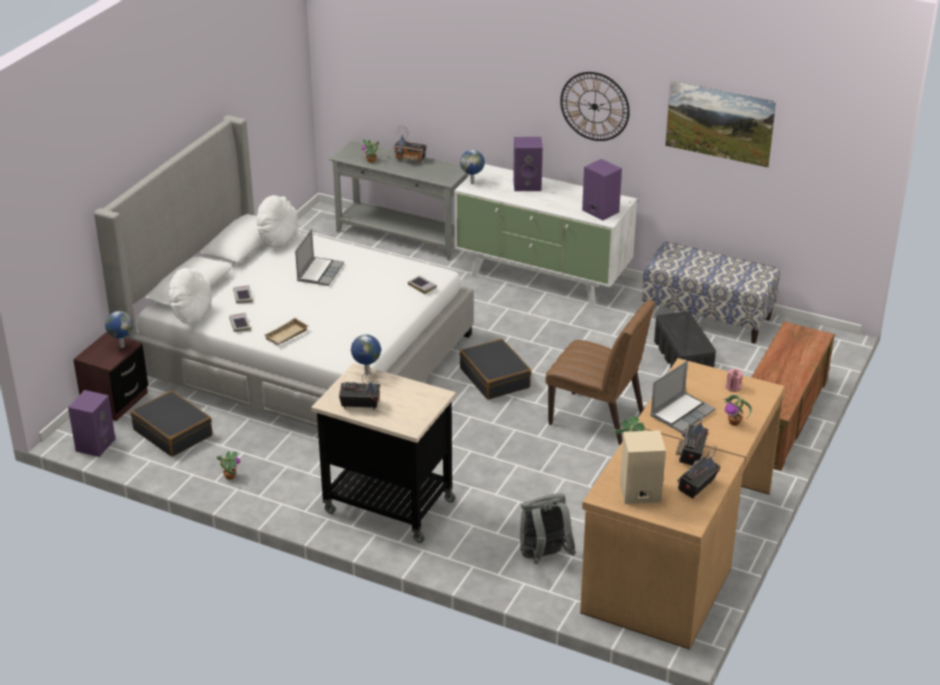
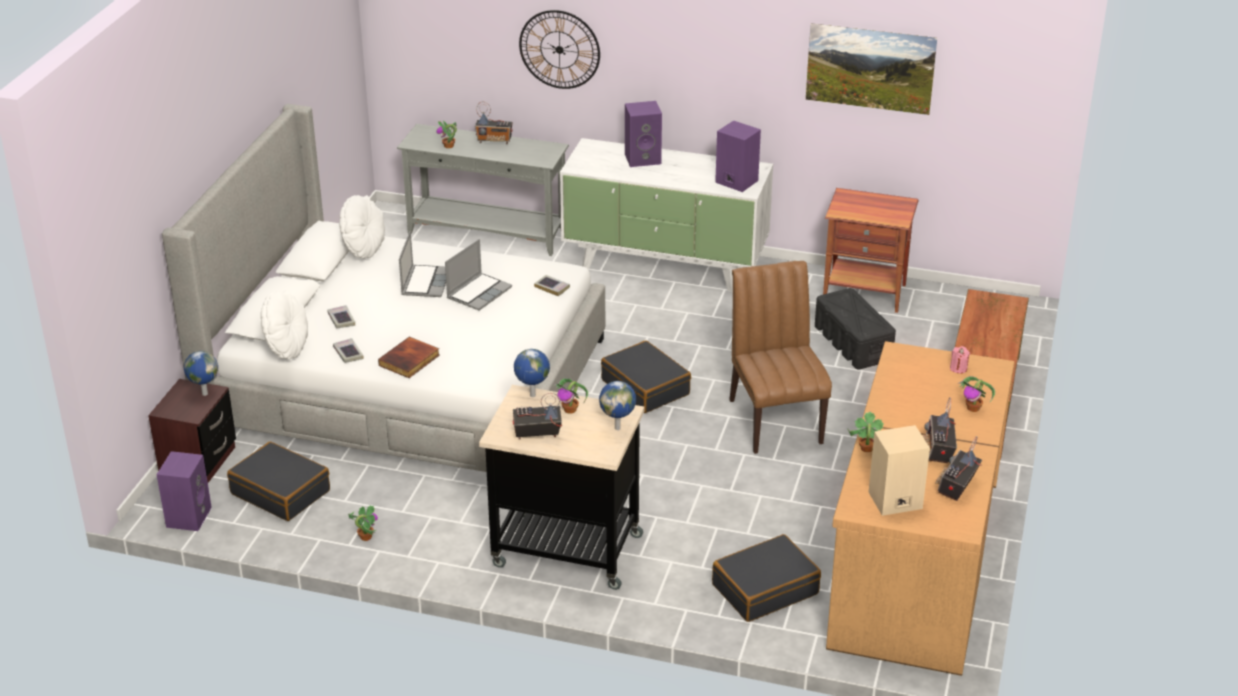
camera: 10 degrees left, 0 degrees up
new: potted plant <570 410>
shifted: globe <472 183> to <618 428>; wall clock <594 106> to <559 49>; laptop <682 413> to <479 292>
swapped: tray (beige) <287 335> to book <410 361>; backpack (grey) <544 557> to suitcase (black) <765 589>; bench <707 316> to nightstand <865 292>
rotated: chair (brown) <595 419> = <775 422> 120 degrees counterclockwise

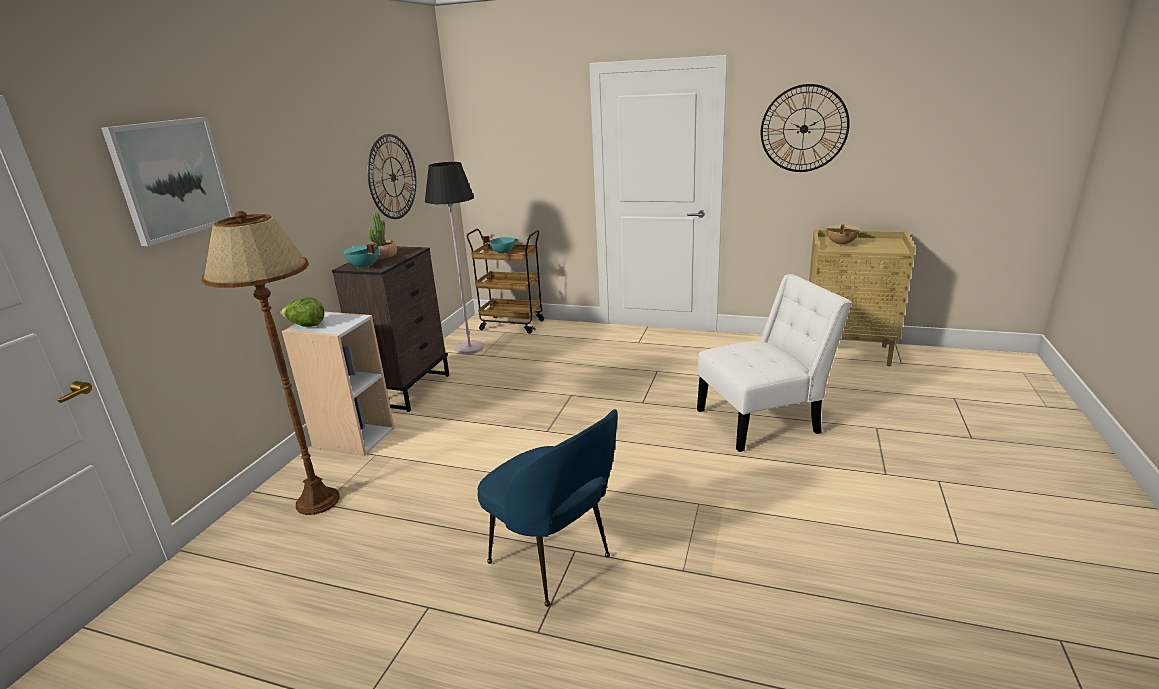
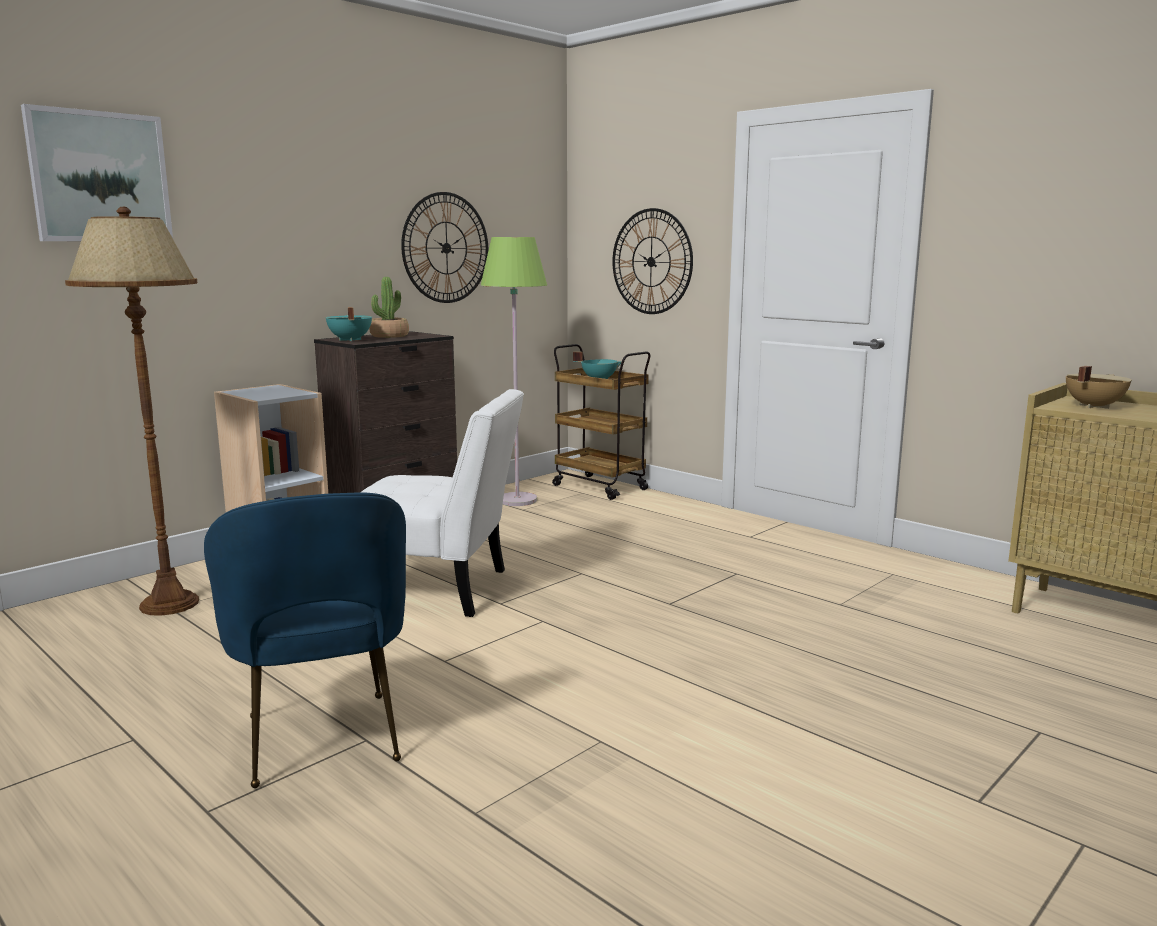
camera: 25 degrees right, 10 degrees down
gone: lettuce <306 326>
shifted: chair (white) <763 420> to <438 590>; wall clock <804 129> to <651 261>
repainted: floor lamp (black) <469 348> to floor lamp (green) <517 500>

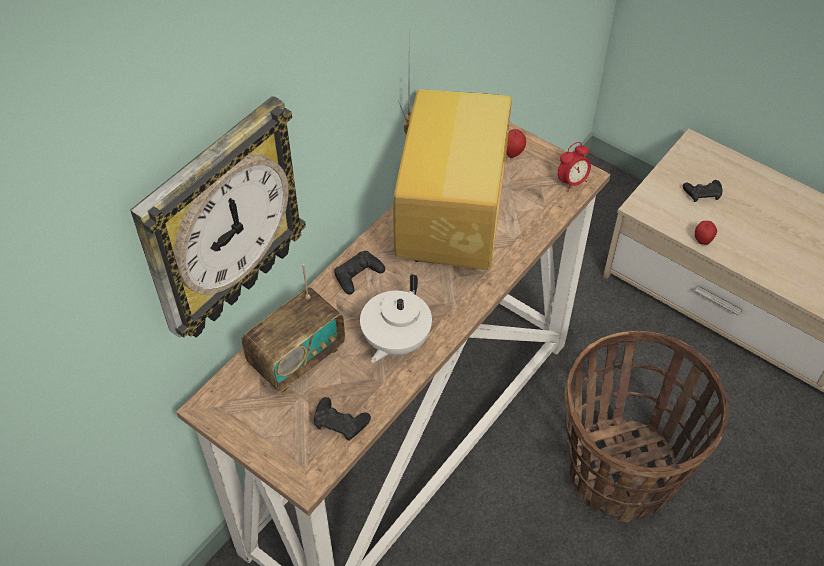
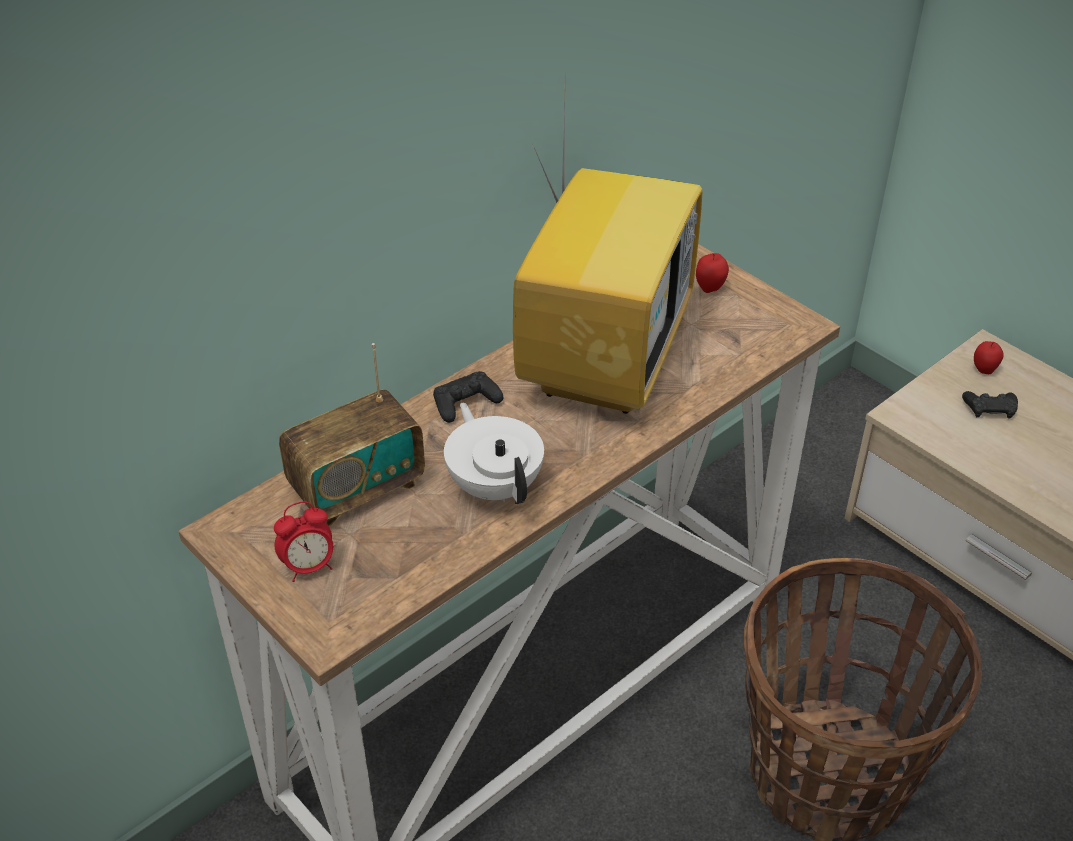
camera: 10 degrees right, 10 degrees down
gone: wall clock <220 223>; game controller (black) <340 422>
shifted: alarm clock <572 182> to <309 567>; apple <702 240> to <984 369>
rotated: teapot (white) <395 341> = <495 485> 120 degrees clockwise

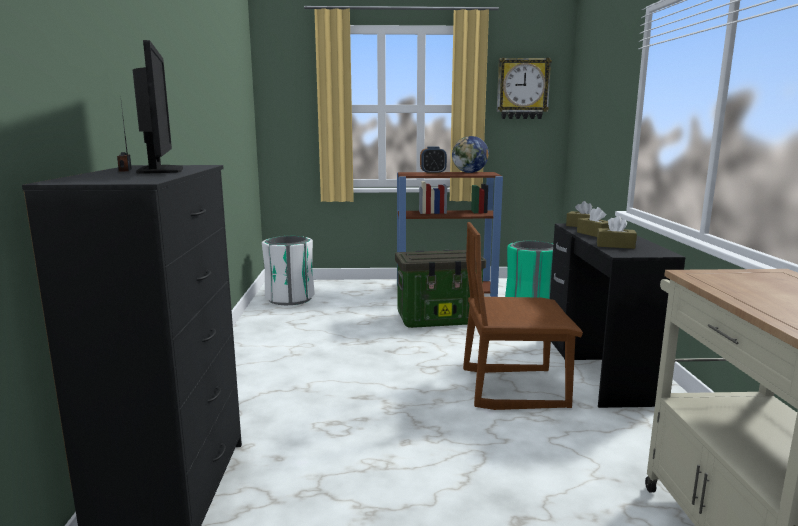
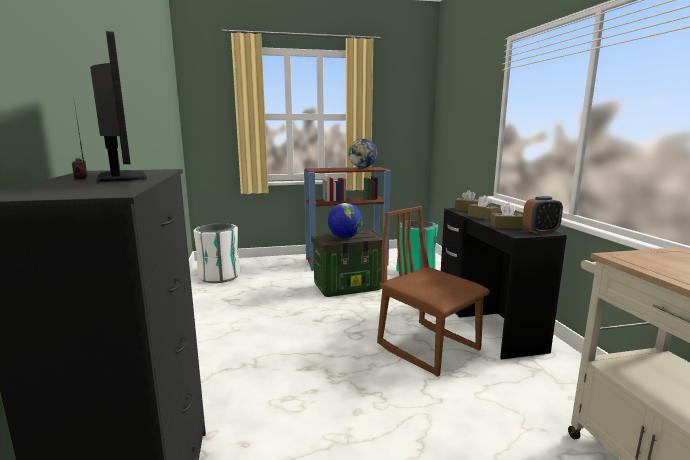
camera: 10 degrees left, 0 degrees up
gone: wall clock <522 89>
new: globe <345 237>
shifted: alarm clock <433 173> to <540 231>
rotated: chair (brown) <513 388> = <429 347> 60 degrees clockwise

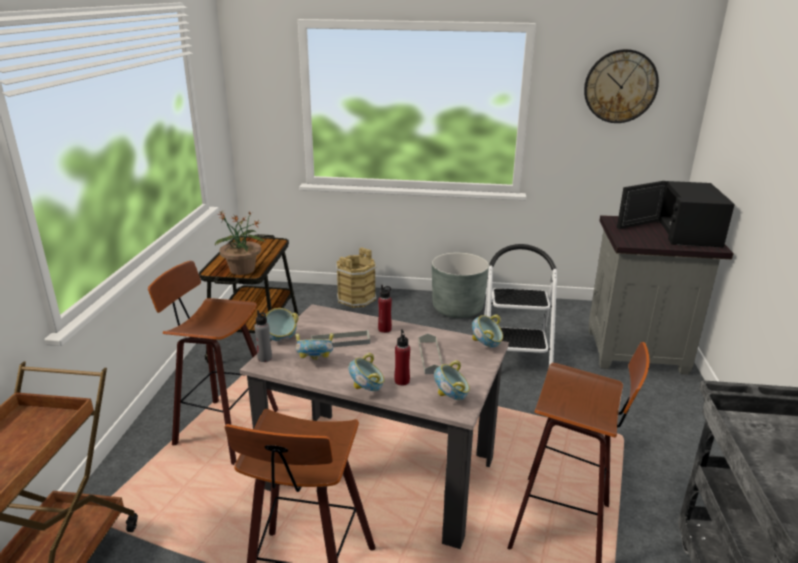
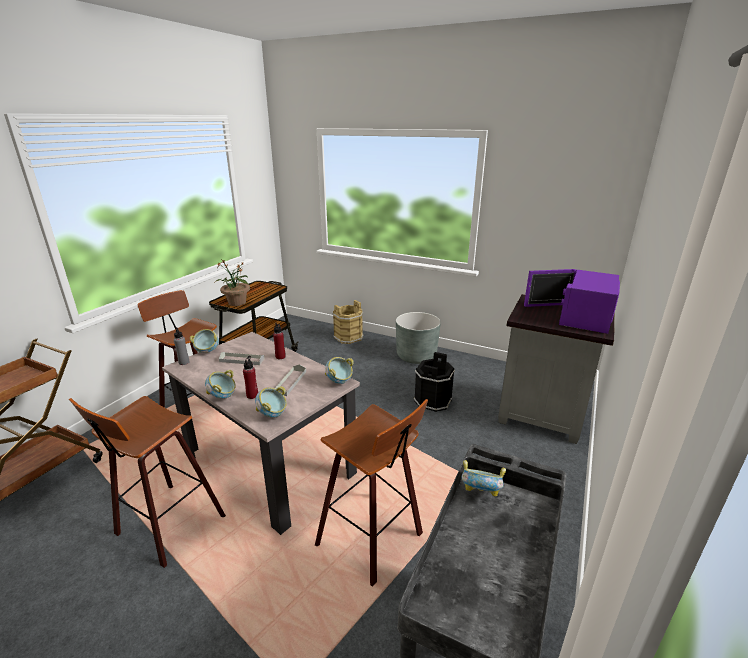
camera: 20 degrees right, 0 degrees up
gone: wall clock <620 86>
shifted: bowl <315 361> to <480 493>
swapped: step ladder <515 358> to bucket (black) <433 400>
repainted: microwave (black) <683 233> to microwave (purple) <582 317>

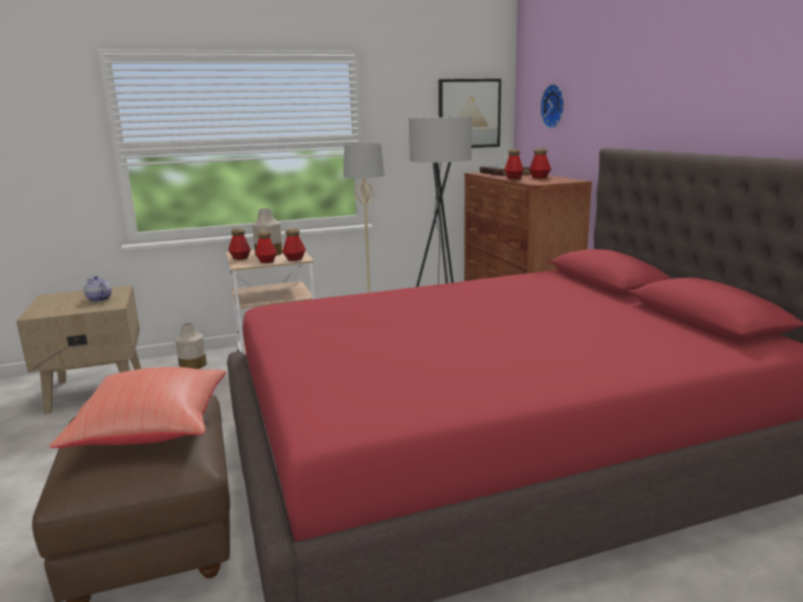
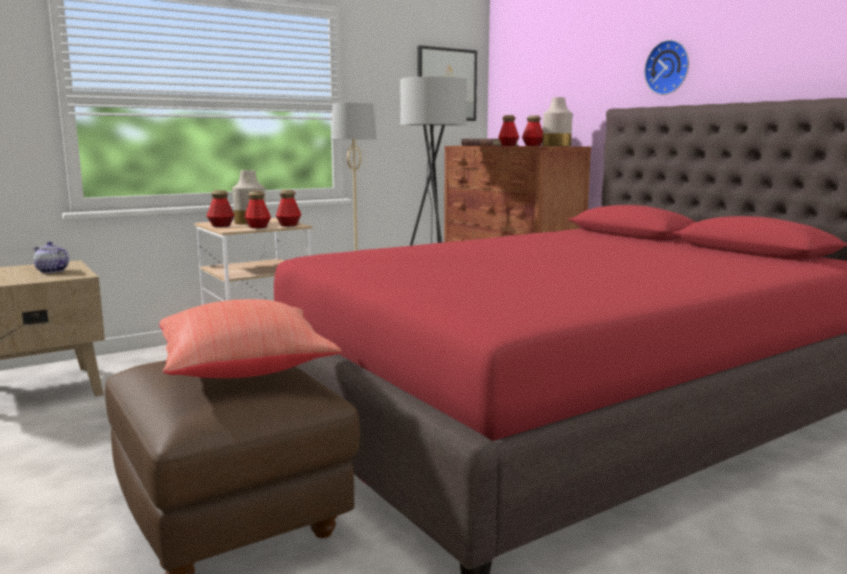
camera: 15 degrees left, 5 degrees down
shifted: vase (beige) <192 365> to <556 146>; wall clock <555 106> to <668 67>

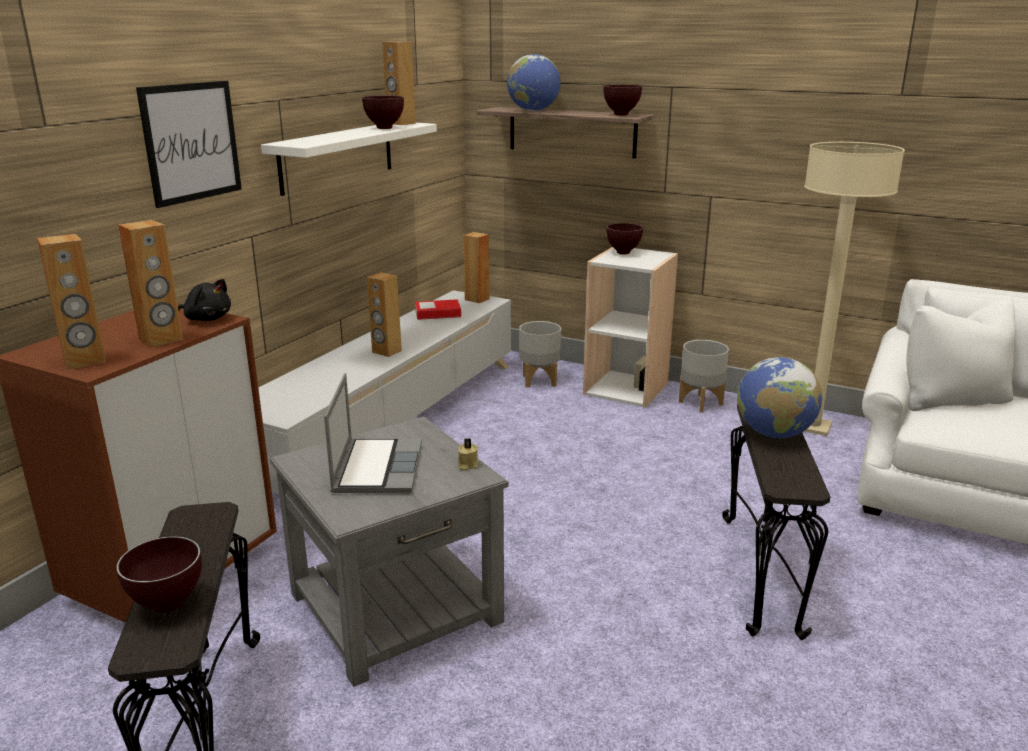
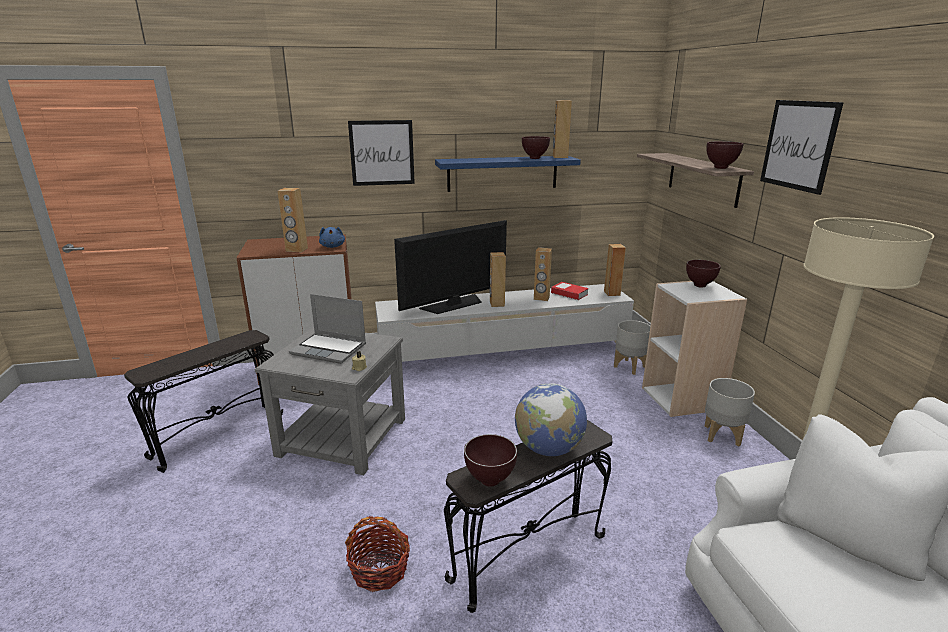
camera: 50 degrees right, 0 degrees up
gone: globe <533 110>
new: basket <380 569>; television <454 304>; picture <798 145>
shifted: speaker (brown) <85 361> to <541 298>; bowl (brown) <170 604> to <491 481>
repainted: plush toy (black) <207 318> to plush toy (blue) <332 246>; shelf (white) <337 156> to shelf (blue) <502 173>
rotated: laptop <376 467> = <330 349> 60 degrees clockwise

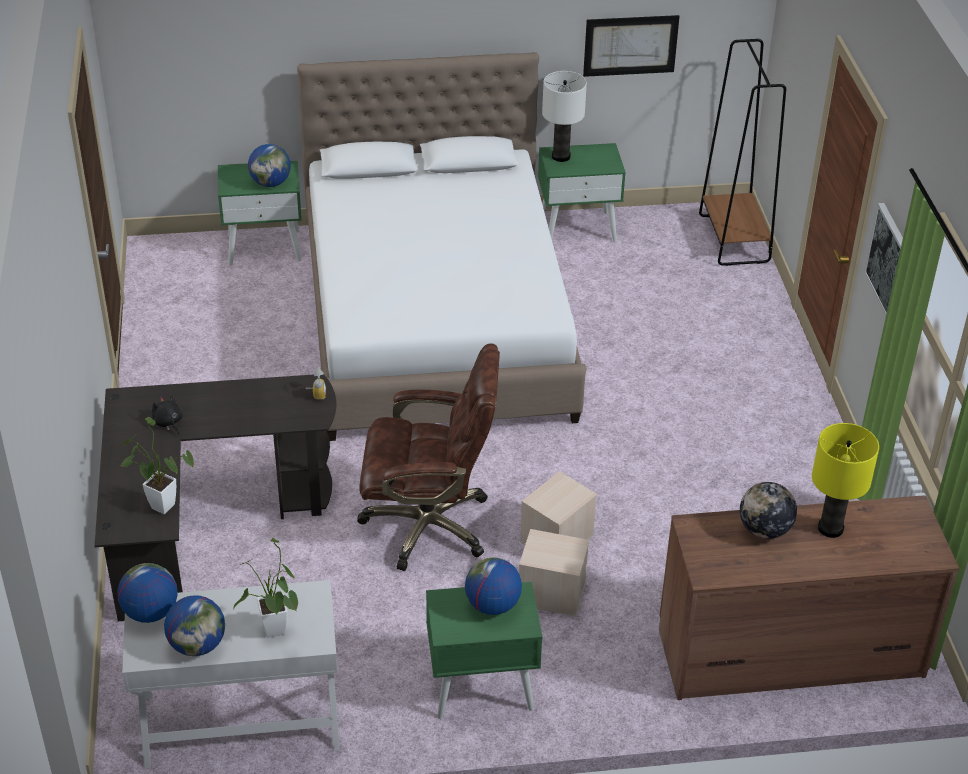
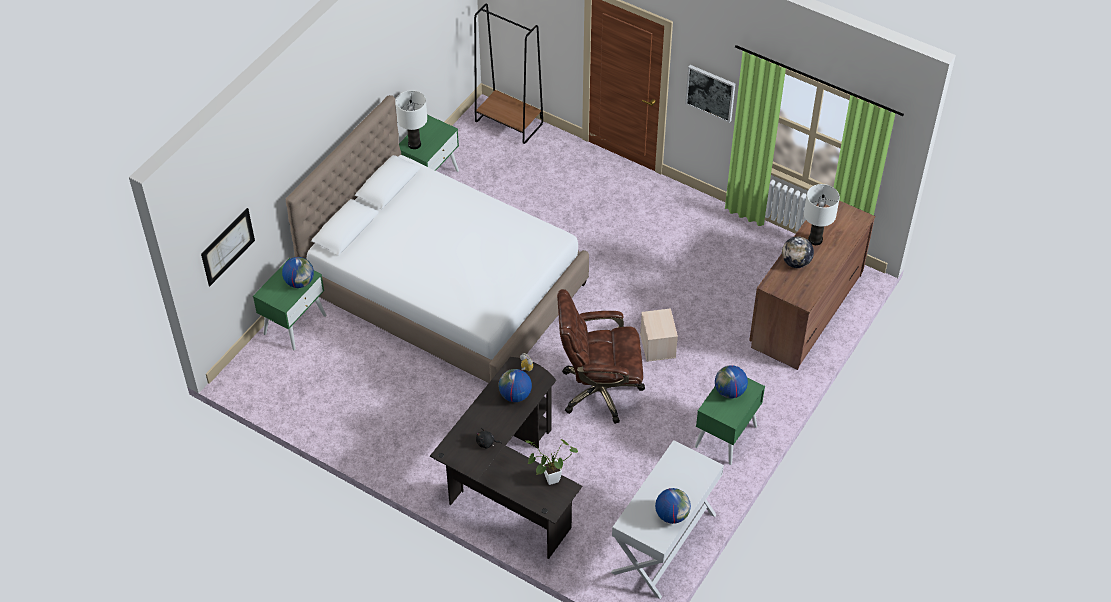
camera: 50 degrees left, 10 degrees up
gone: potted plant <275 634>; storage box (beige) <551 593>
shifted: globe <150 612> to <515 395>; picture <630 45> to <228 246>
repainted: table lamp (yellow) <830 528> to table lamp (white) <815 240>
rotated: office chair (brown) <427 524> = <600 390> 135 degrees counterclockwise

